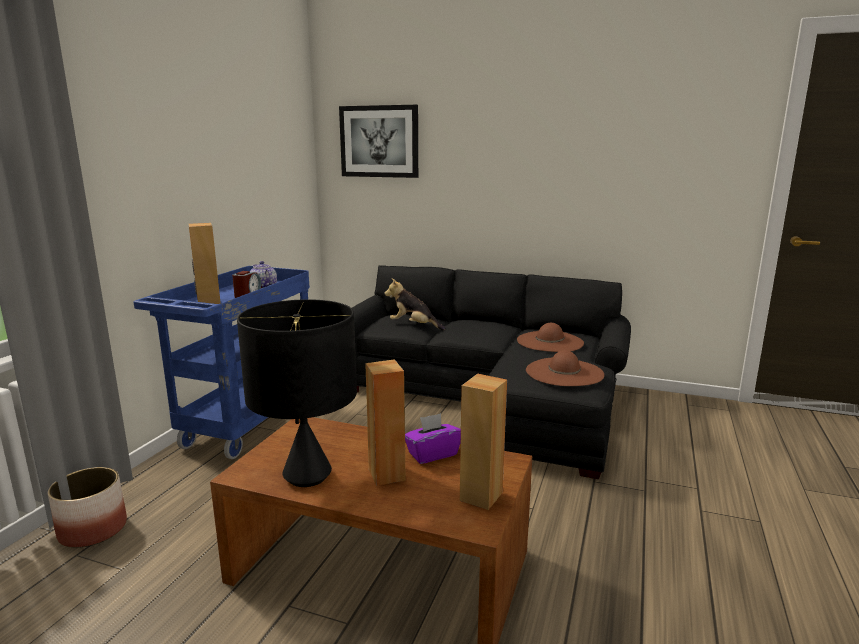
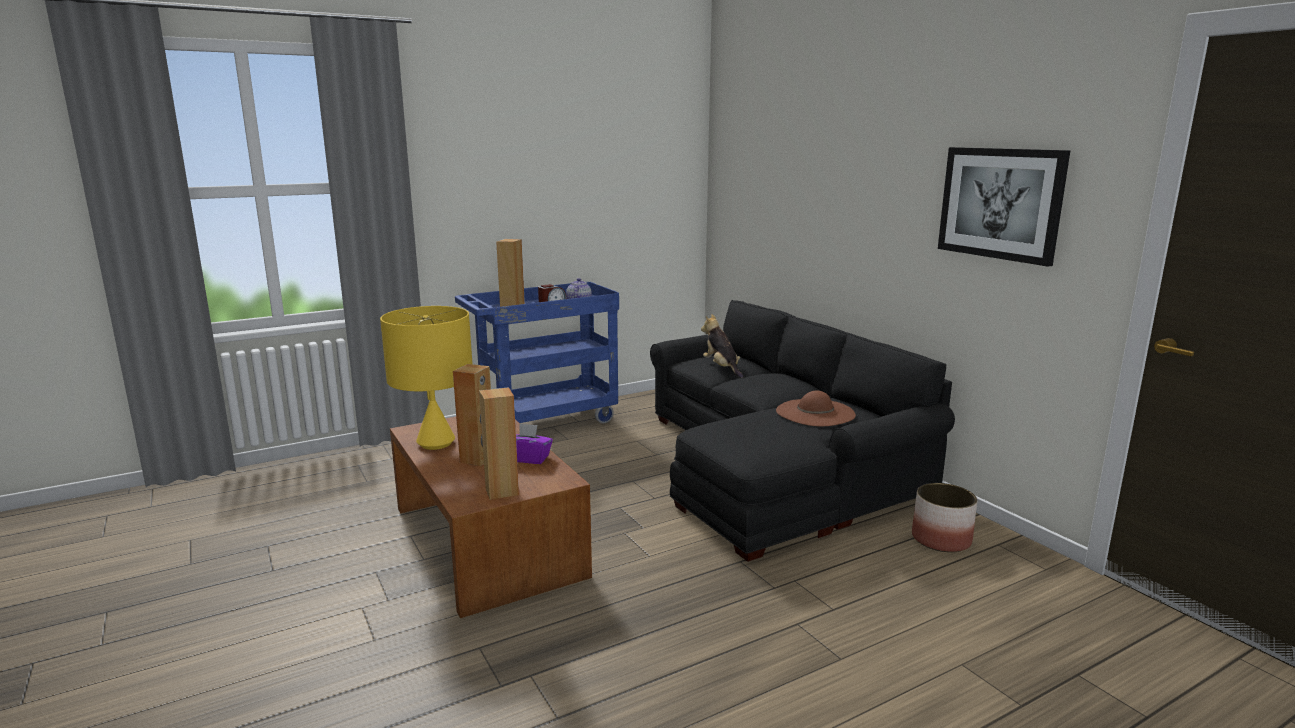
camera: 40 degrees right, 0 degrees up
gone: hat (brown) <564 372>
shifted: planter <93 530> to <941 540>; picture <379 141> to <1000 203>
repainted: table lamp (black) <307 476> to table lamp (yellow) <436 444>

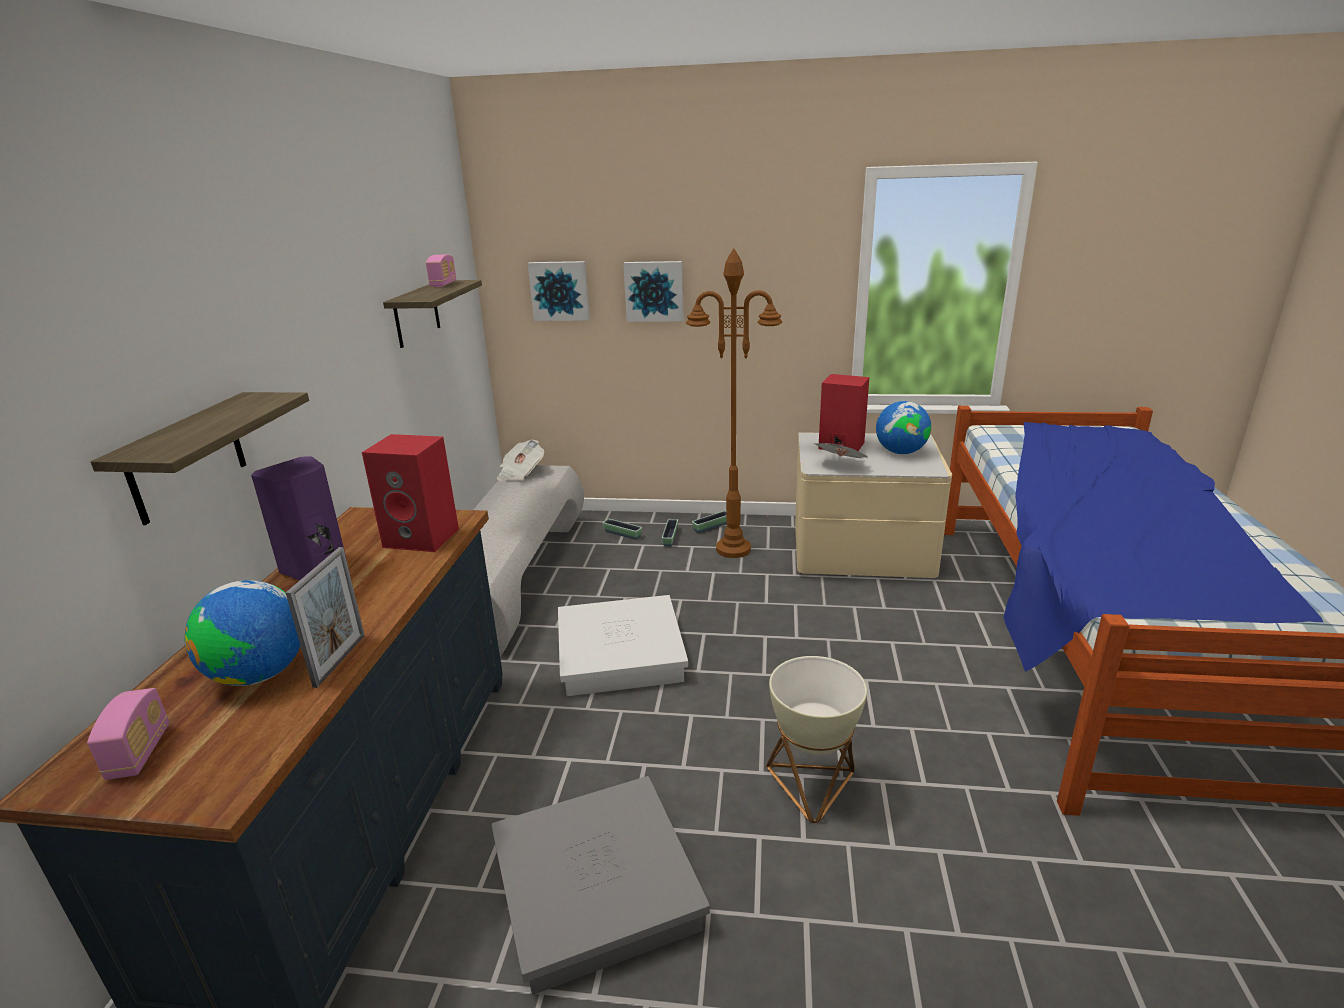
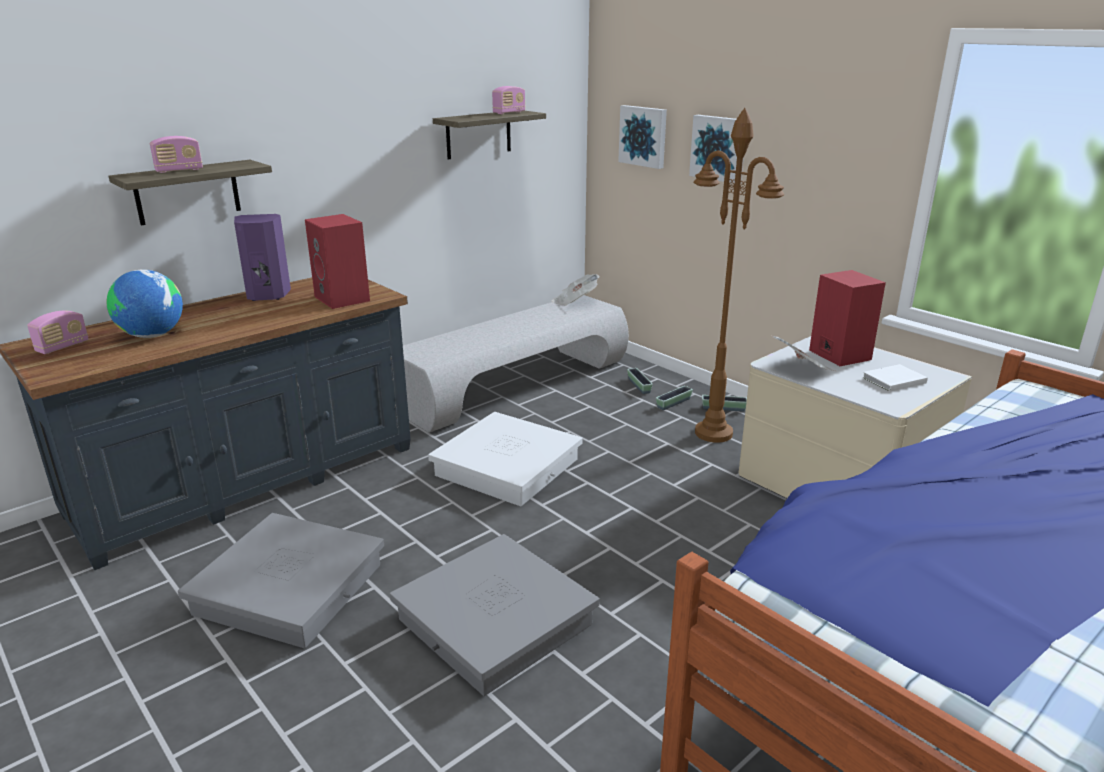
camera: 40 degrees right, 0 degrees up
gone: picture frame <340 660>
new: radio <179 170>
swapped: planter <810 788> to storage box (grey) <494 621>; globe <900 452> to book (white) <892 380>

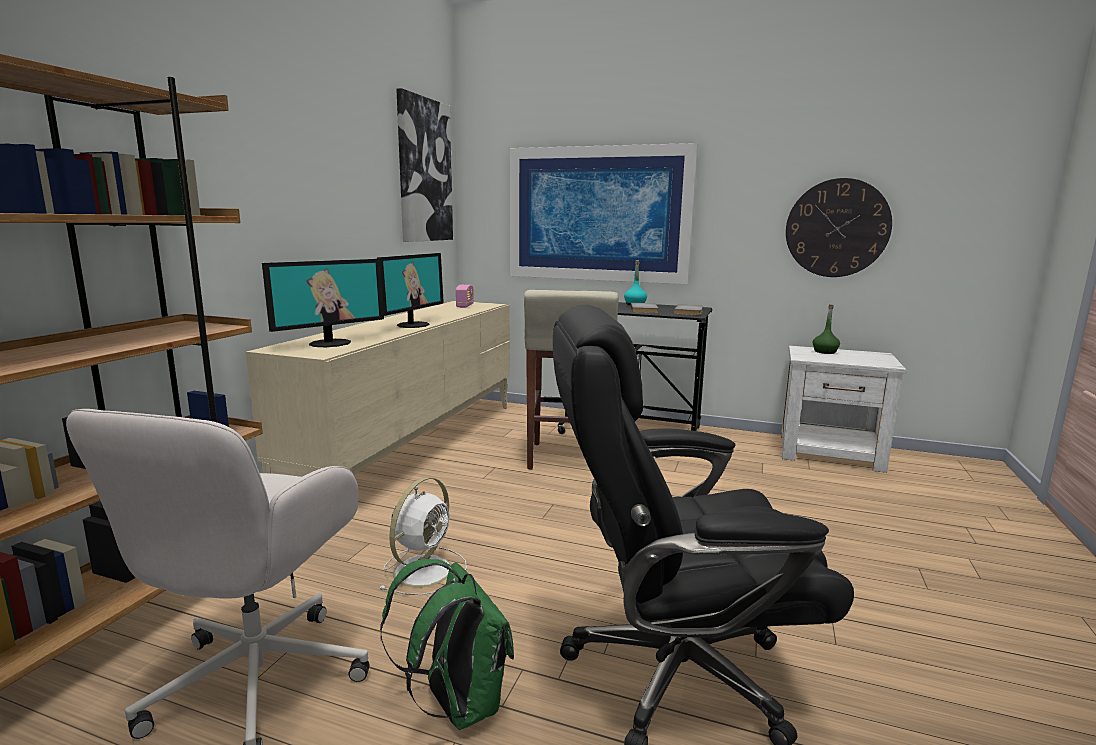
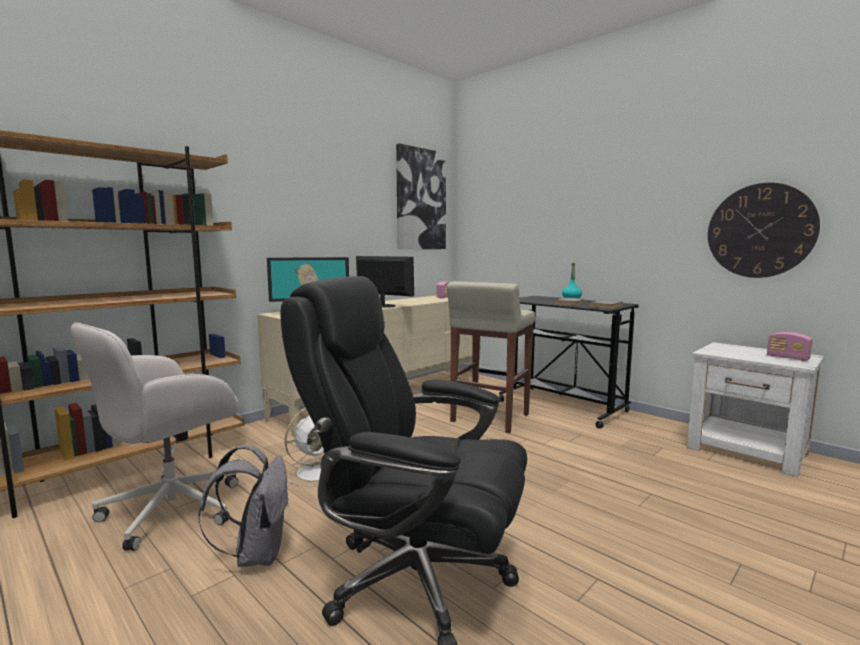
camera: 25 degrees right, 5 degrees down
gone: picture <598 214>; bottle (green) <825 352>
new: radio <787 358>
repainted: backpack (green) <456 704> to backpack (grey) <257 554>
rotated: monitor <412 325> = <383 306> 105 degrees counterclockwise

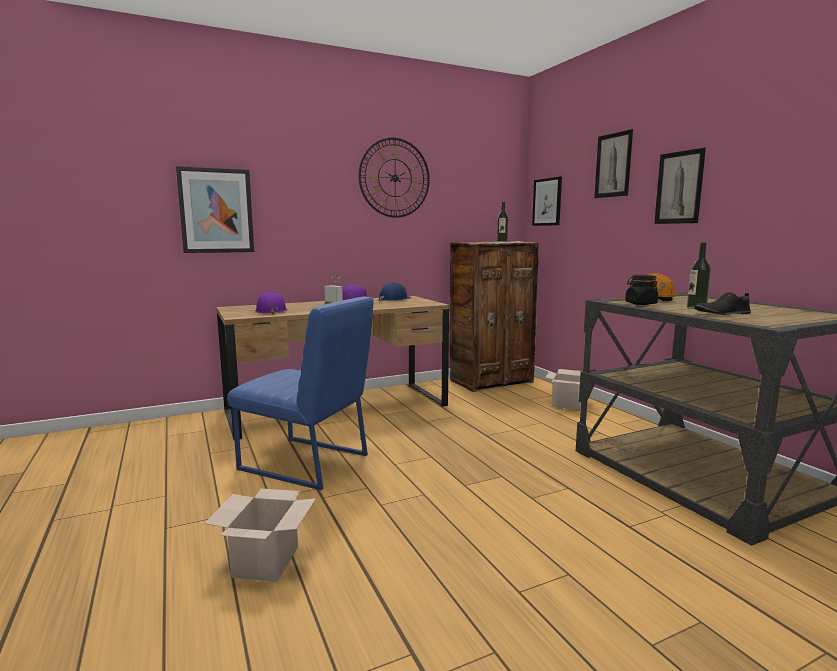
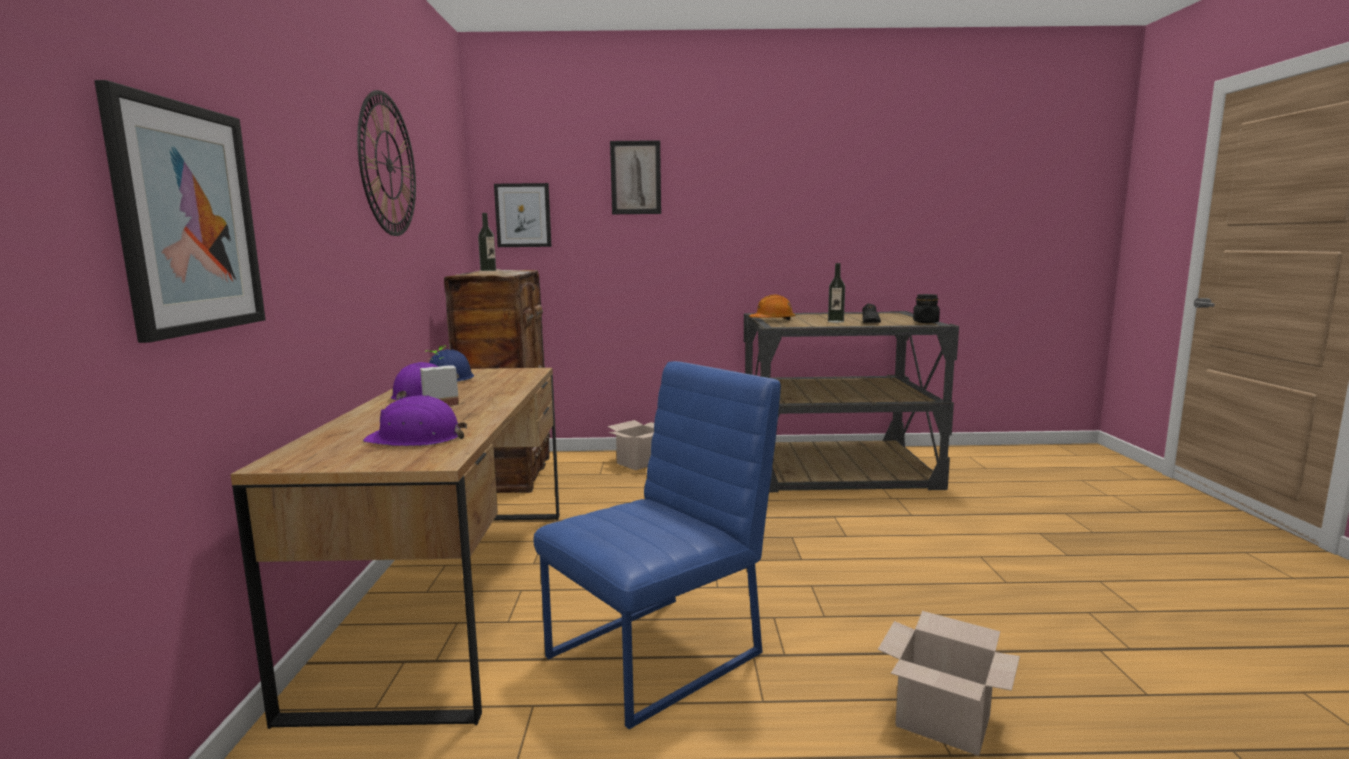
camera: 65 degrees left, 0 degrees up
gone: picture <679 187>
shifted: jar (black) <640 304> to <925 322>

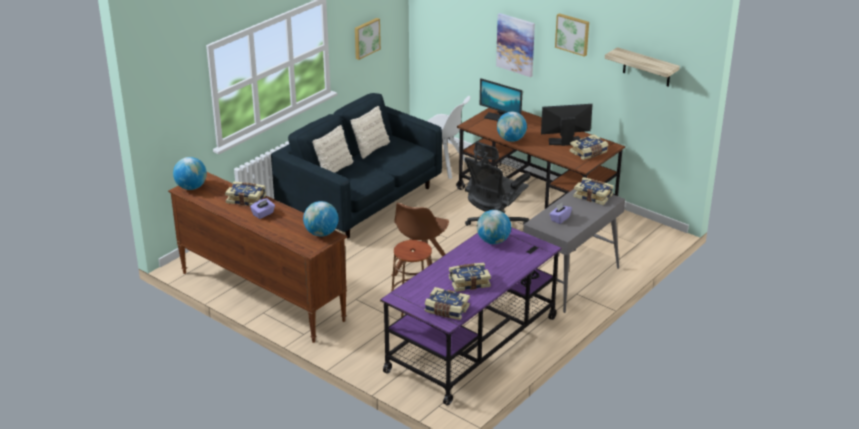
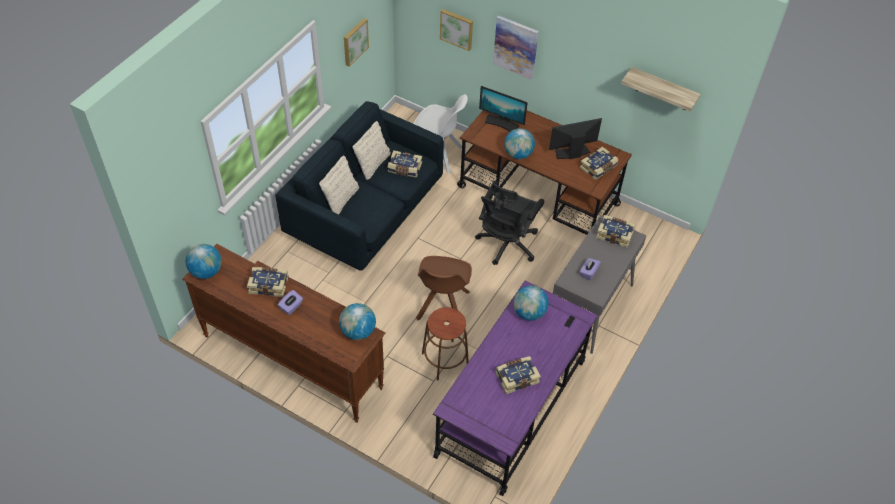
camera: 10 degrees left, 20 degrees up
shifted: book <446 310> to <404 169>; picture <573 34> to <457 29>

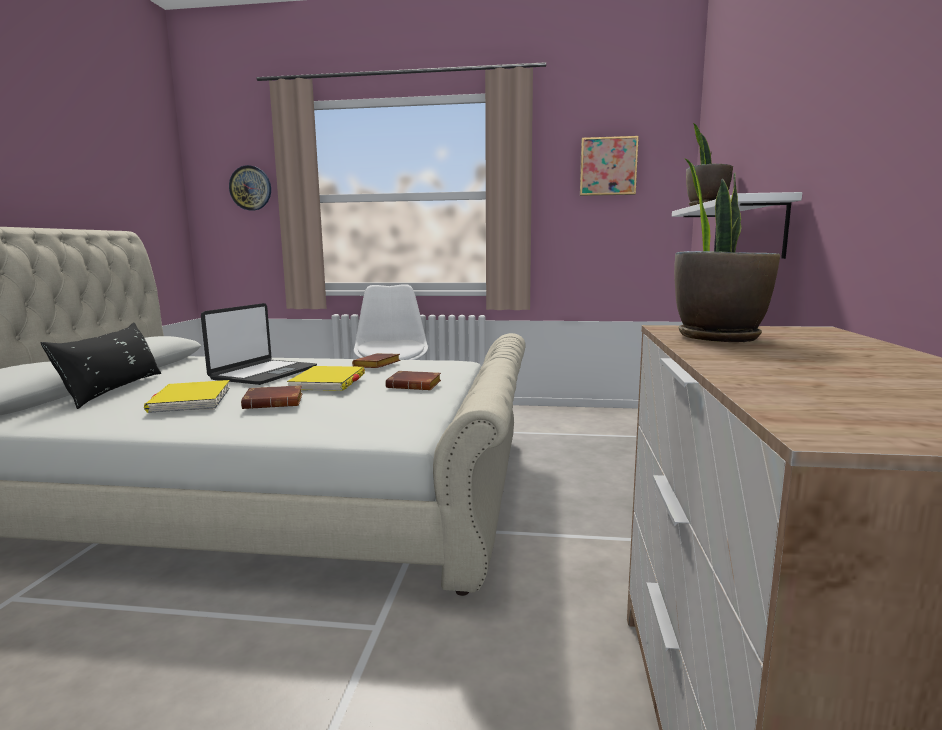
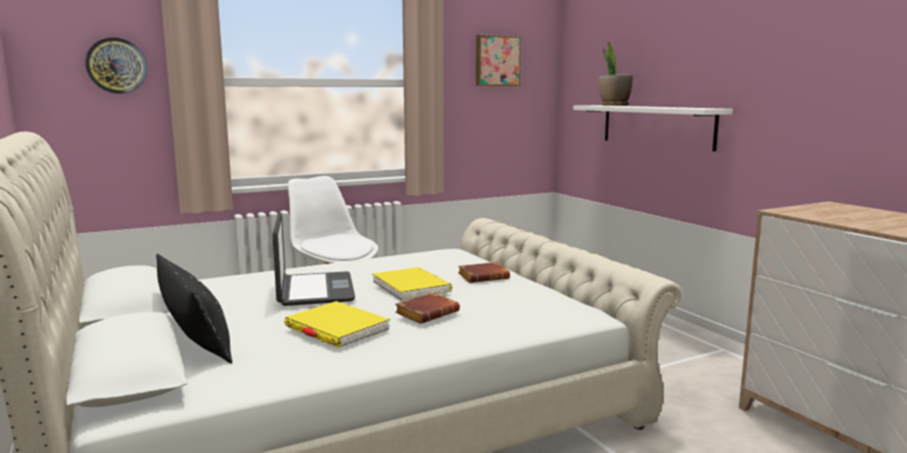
camera: 35 degrees left, 0 degrees up
gone: book (brown) <377 365>; potted plant <717 337>

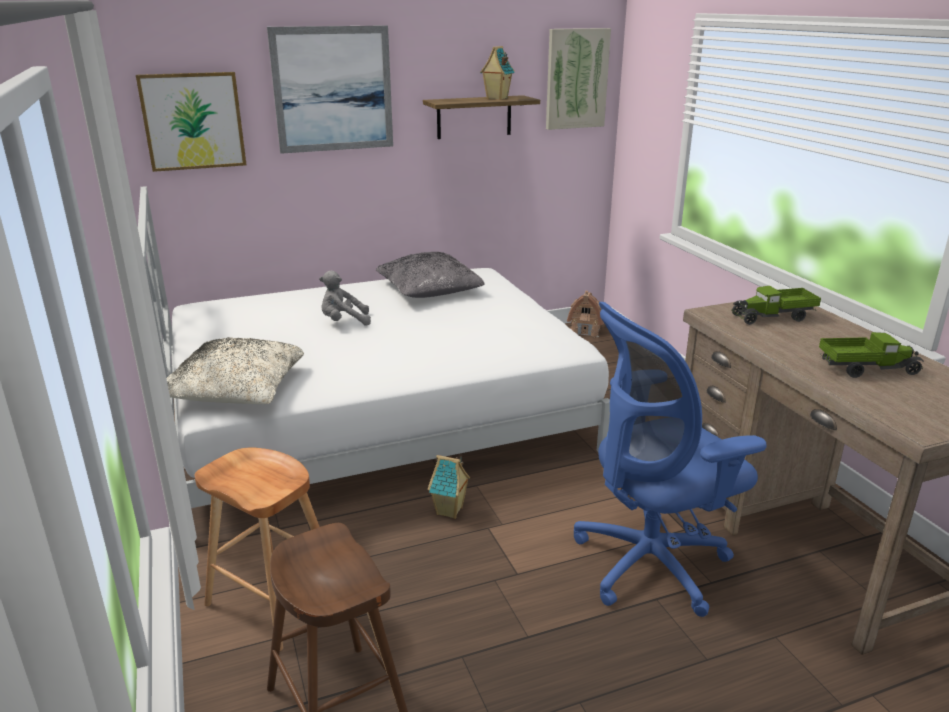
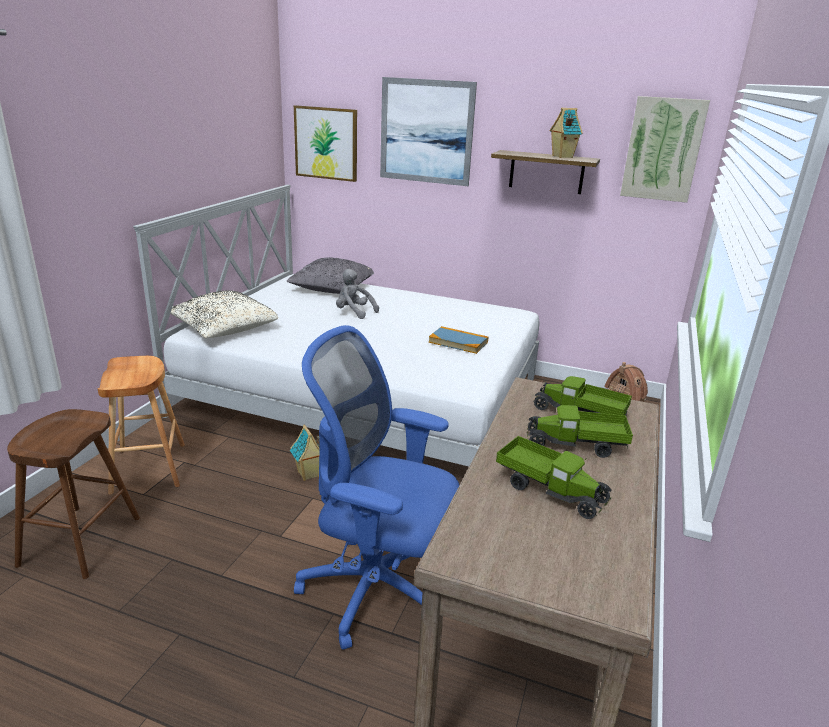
camera: 40 degrees right, 0 degrees up
new: book <458 342>; toy truck <576 445>
shifted: pillow (grey) <429 289> to <332 287>

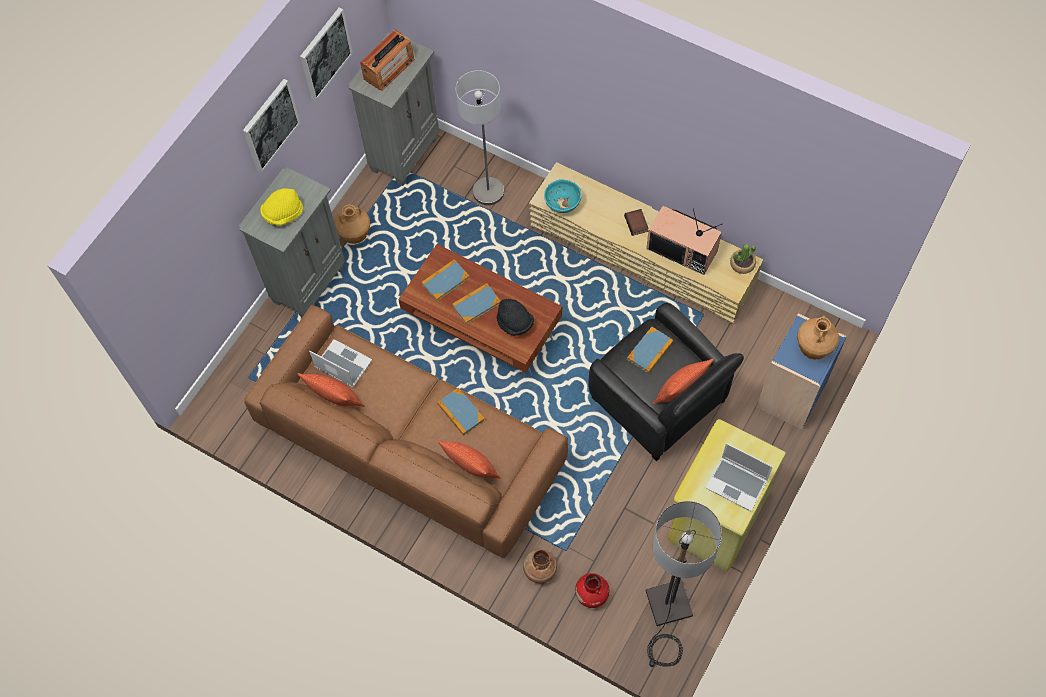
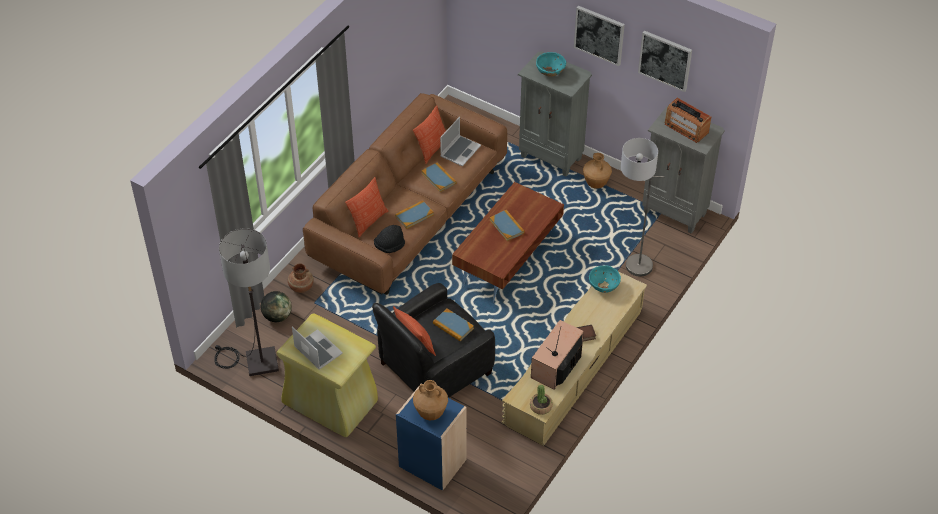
camera: 90 degrees right, 15 degrees down
shifted: book <445 281> to <438 178>; hat (black) <514 323> to <389 246>
swapped: hat (yellow) <283 213> to bowl (turquoise) <550 72>; vase (red) <591 594> to globe <277 316>
rotated: laptop <737 484> = <317 350> 105 degrees clockwise

